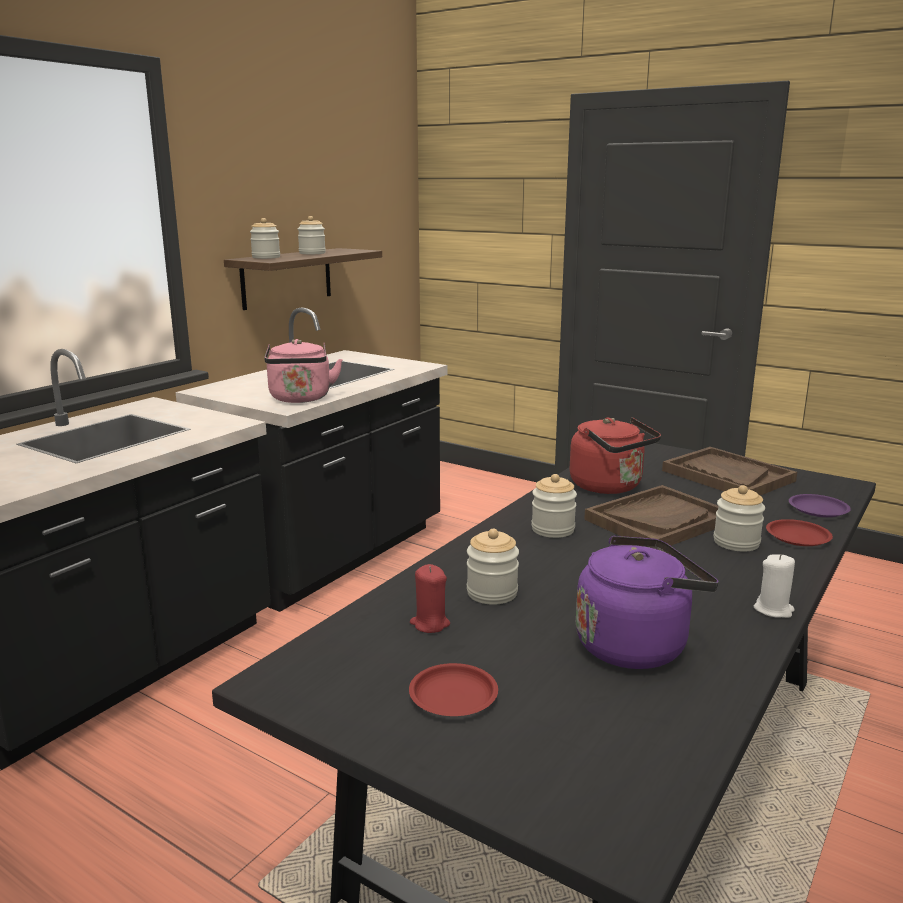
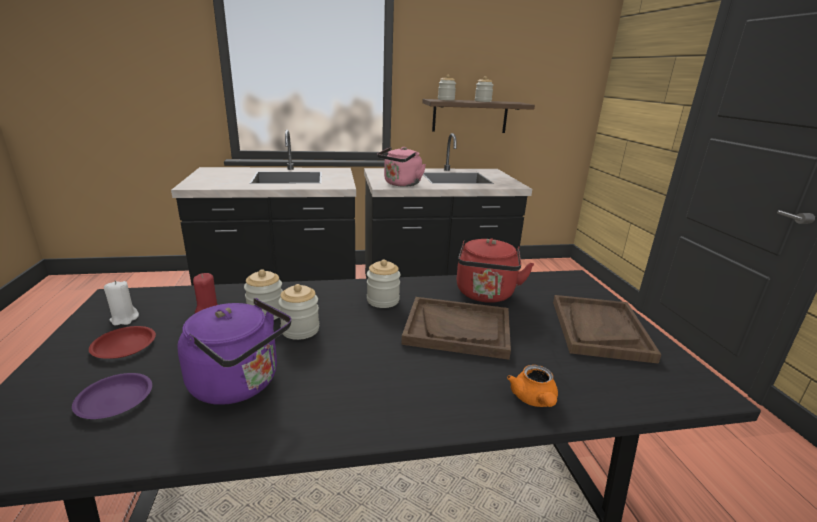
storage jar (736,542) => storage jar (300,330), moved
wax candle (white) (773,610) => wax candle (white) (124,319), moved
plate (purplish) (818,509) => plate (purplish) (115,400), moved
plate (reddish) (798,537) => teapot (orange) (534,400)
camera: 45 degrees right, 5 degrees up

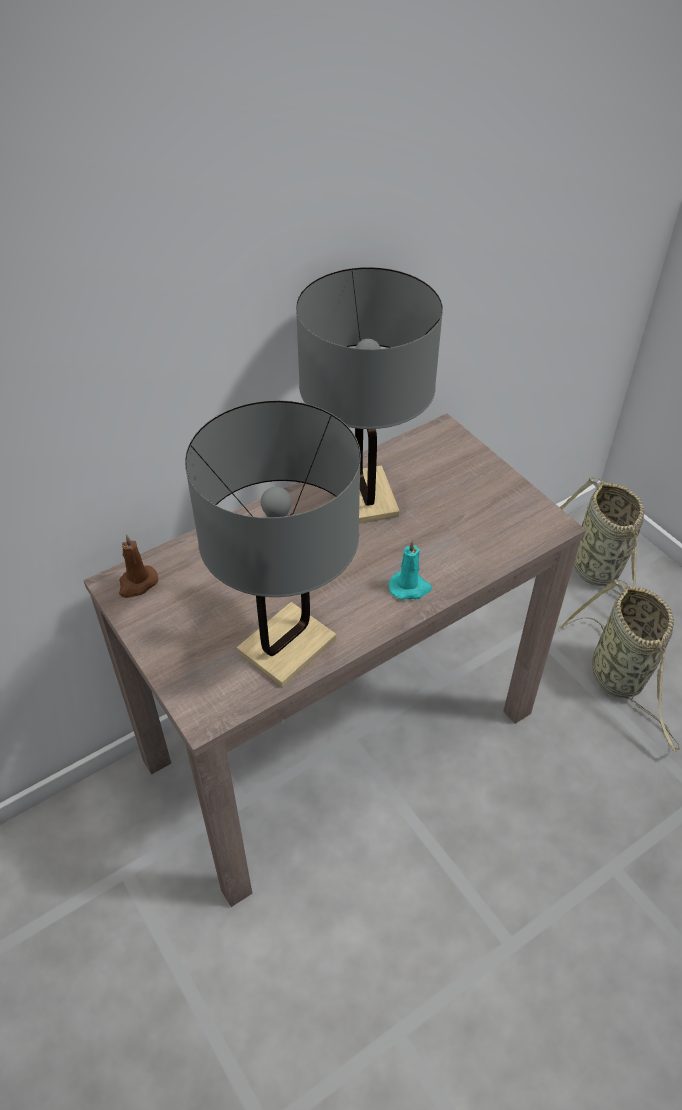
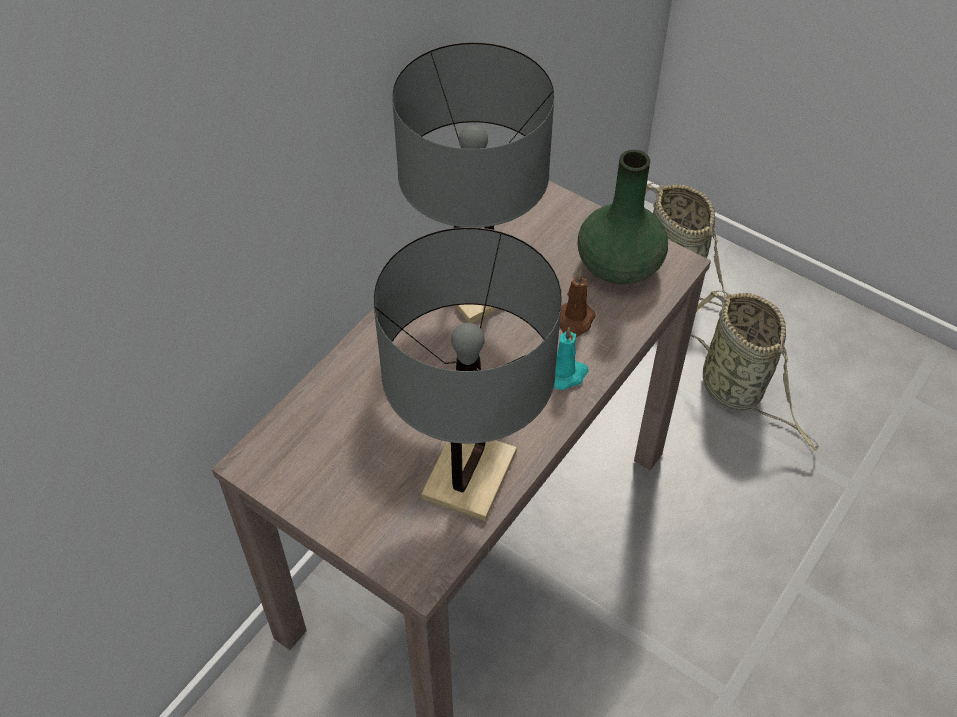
nothing => vase (green-coloured) (618,265)
wax candle (brown) (137,583) => wax candle (brown) (574,321), moved
camera: 20 degrees left, 5 degrees up

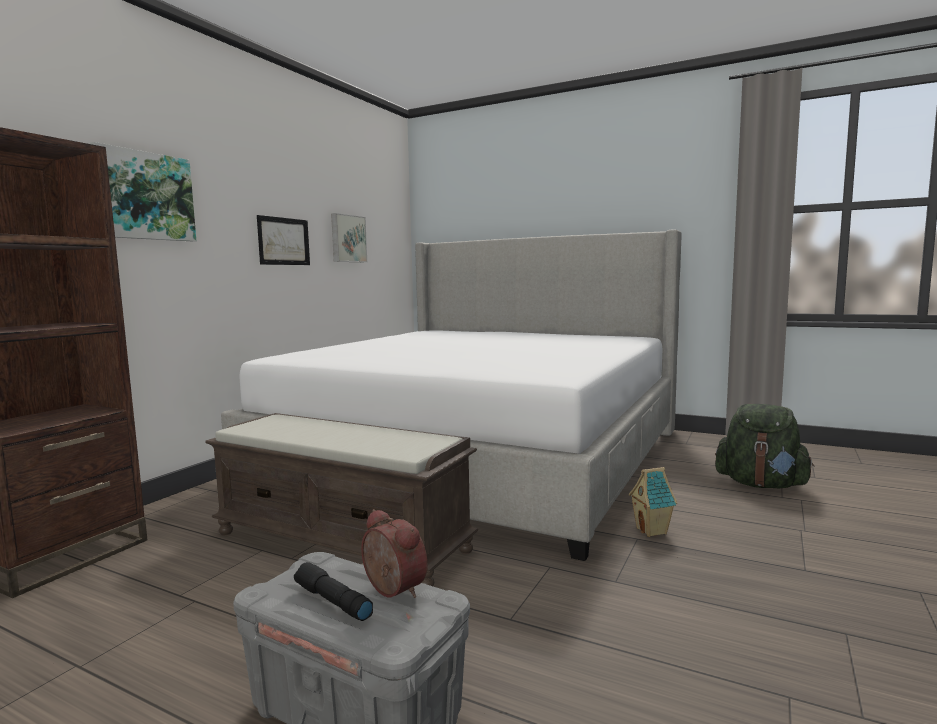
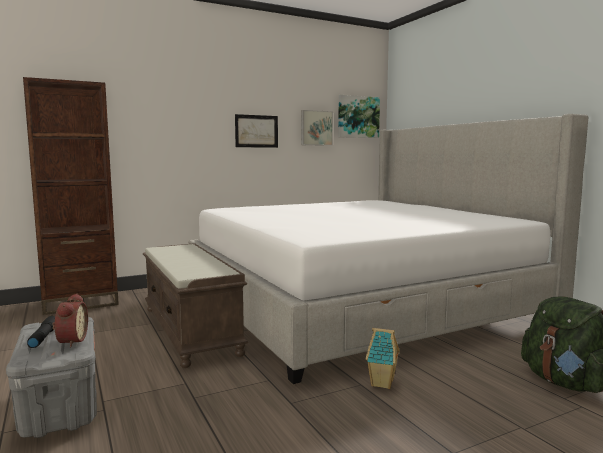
picture (144,196) => picture (358,117), moved
camera: 35 degrees right, 0 degrees up

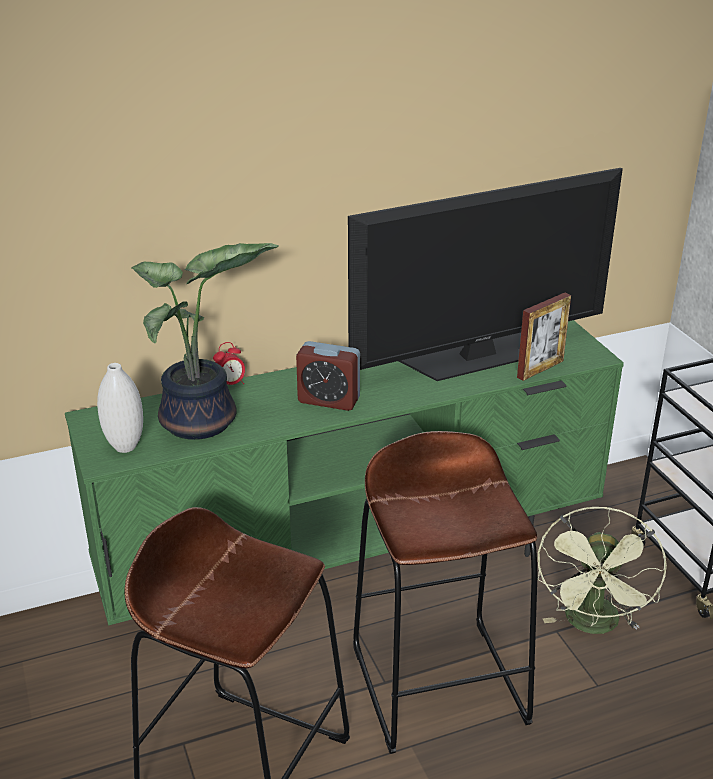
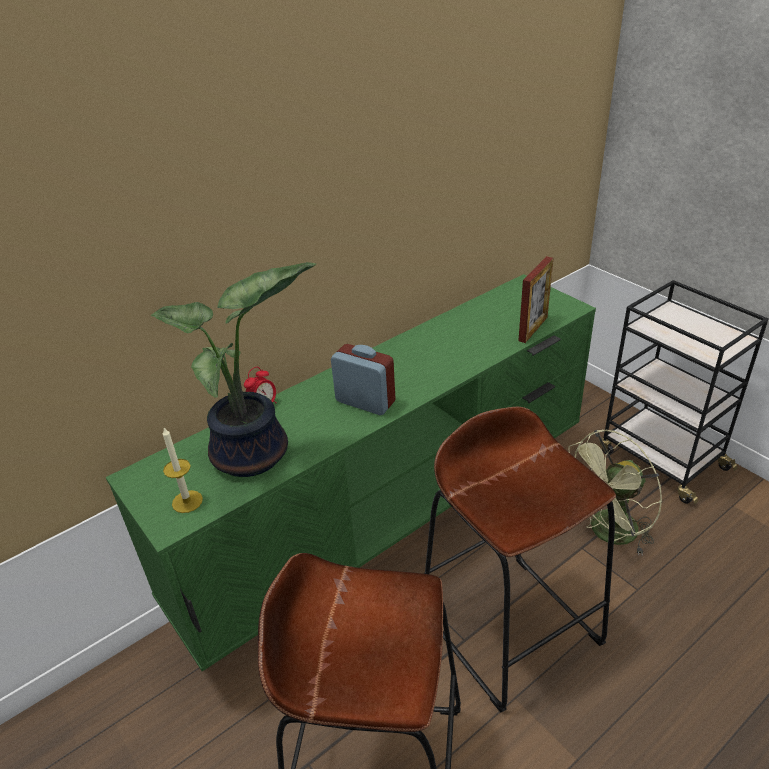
TV set (477,356) => nothing
vase (white) (125,447) => wax candle (187,501)
table clock (328,400) => table clock (365,401), 150 degrees counterclockwise
fan (green-coloured) (593,625) => fan (green-coloured) (607,534), 60 degrees clockwise
camera: 15 degrees left, 5 degrees up

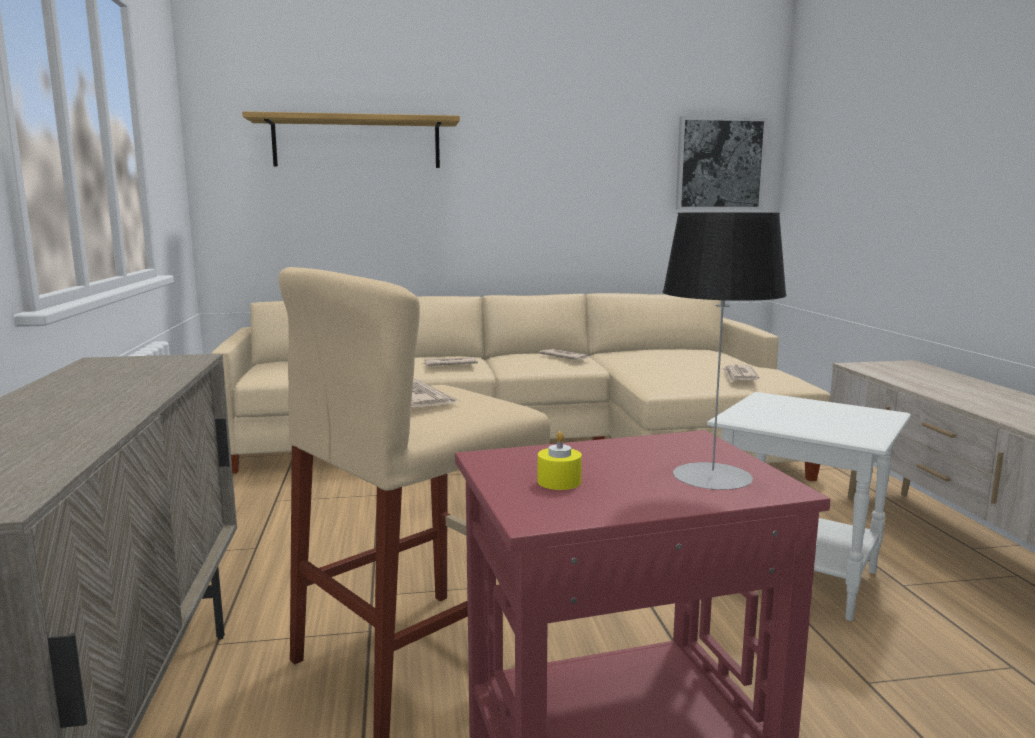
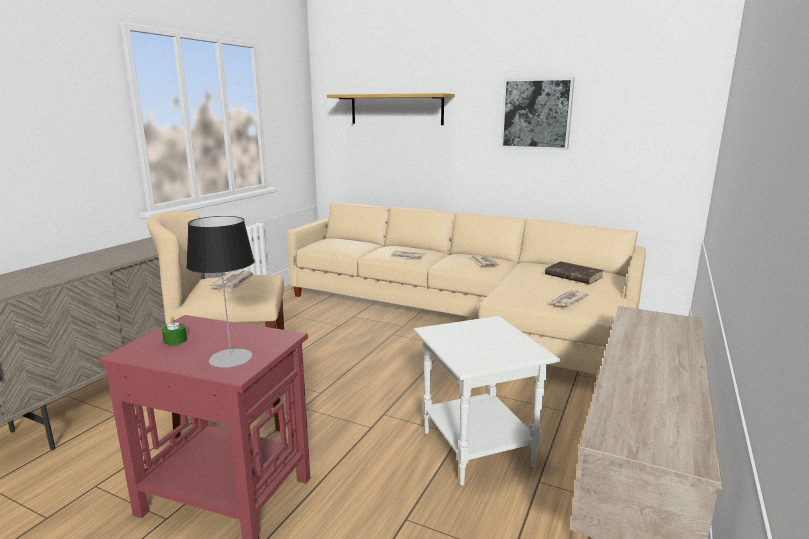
nothing => book (brown) (573,276)
picture (719,164) => picture (536,114), moved
wax candle (yellow) (559,481) => wax candle (green-coloured) (175,340)
camera: 35 degrees right, 5 degrees up

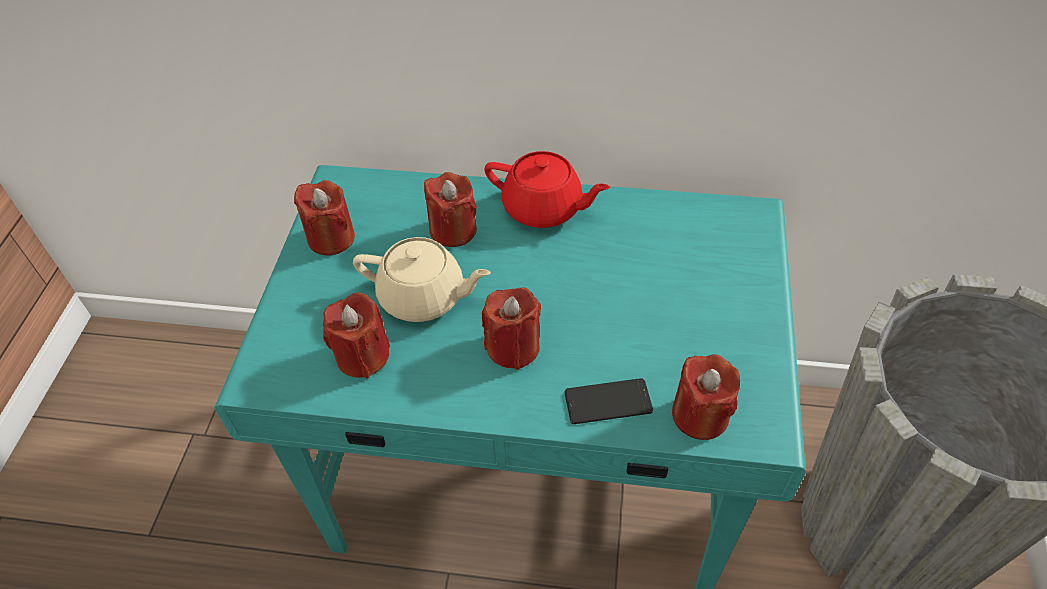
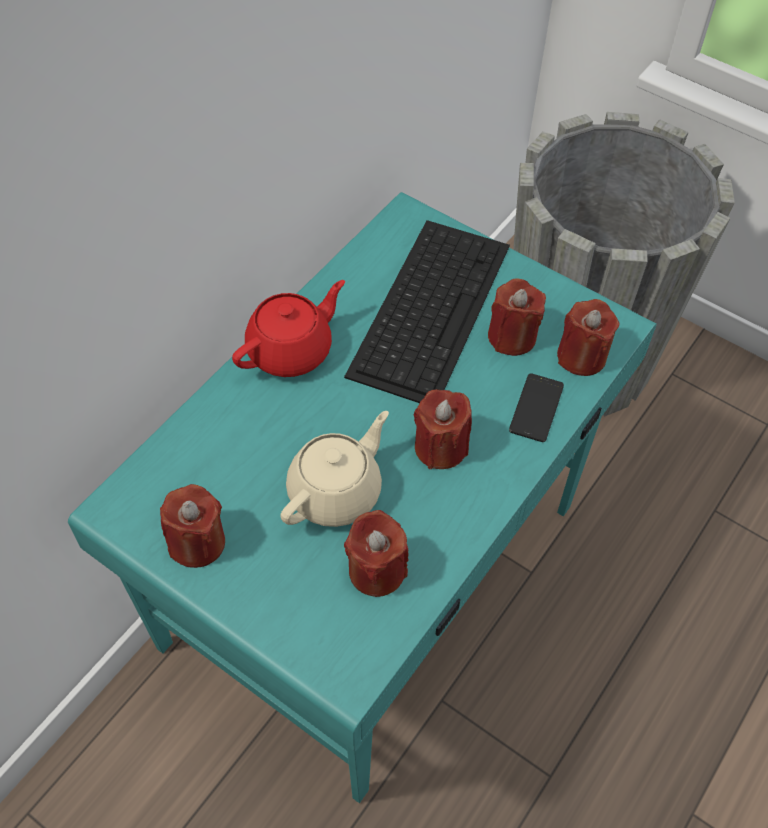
nothing => computer keyboard (430,307)
wax candle (reddish) (453,230) => wax candle (reddish) (512,337), moved
camera: 65 degrees left, 5 degrees up

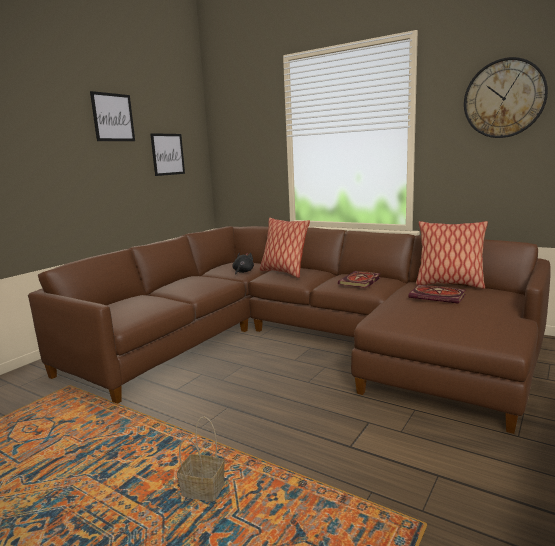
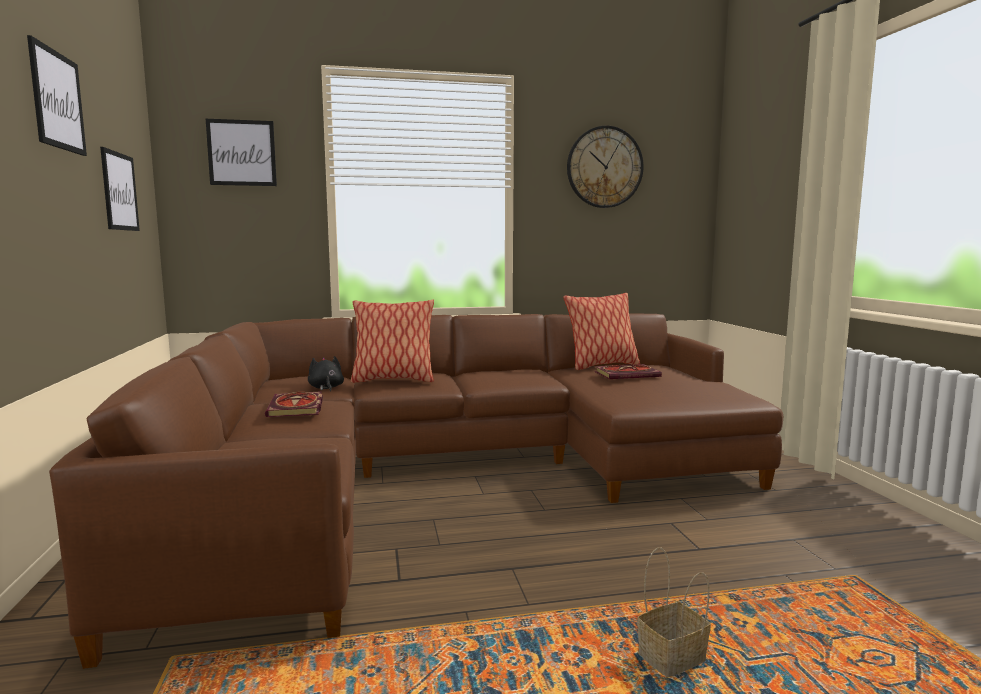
nothing => picture (242,153)
book (360,281) => book (297,408), moved
camera: 45 degrees left, 5 degrees down

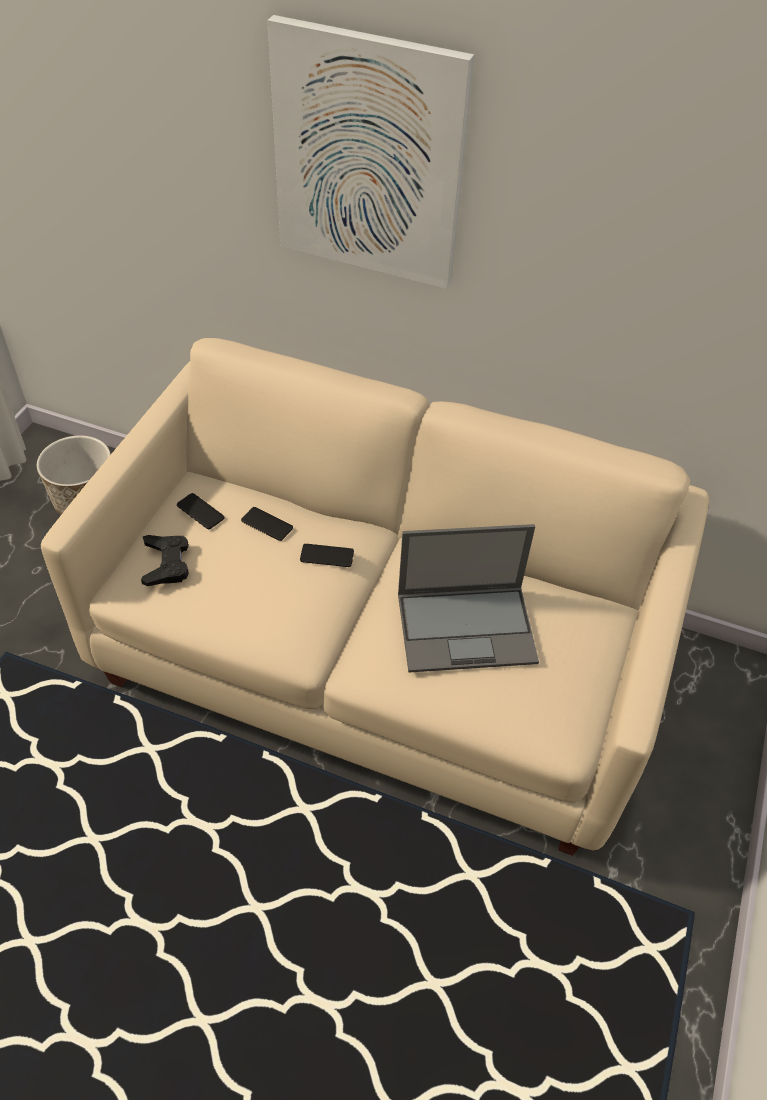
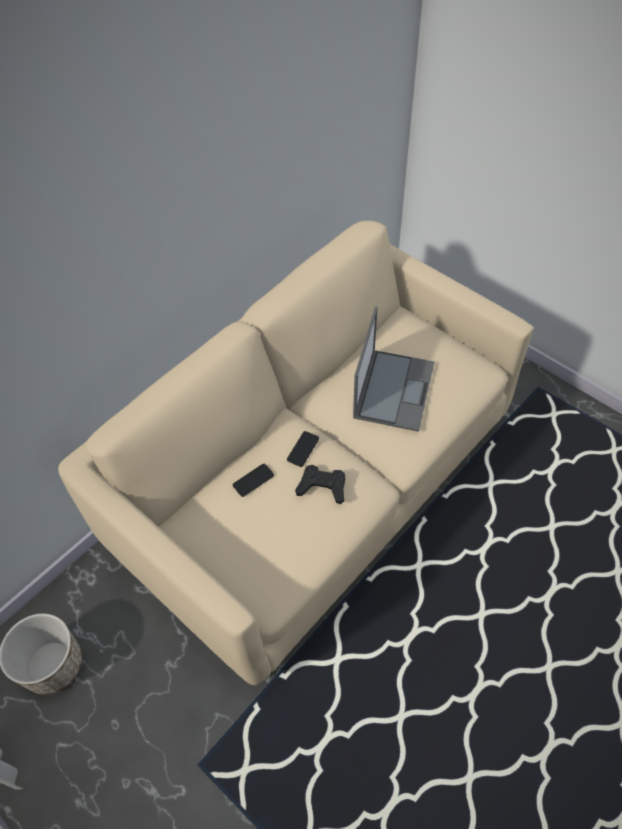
phone (200,511) => nothing
picture (369,158) => nothing
gamepad (blackish) (166,563) => gamepad (blackish) (322,486), moved
camera: 65 degrees left, 5 degrees up

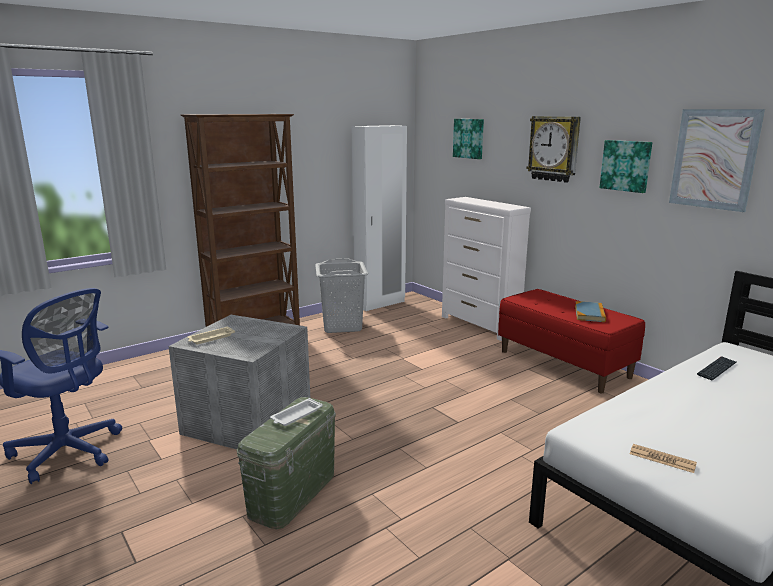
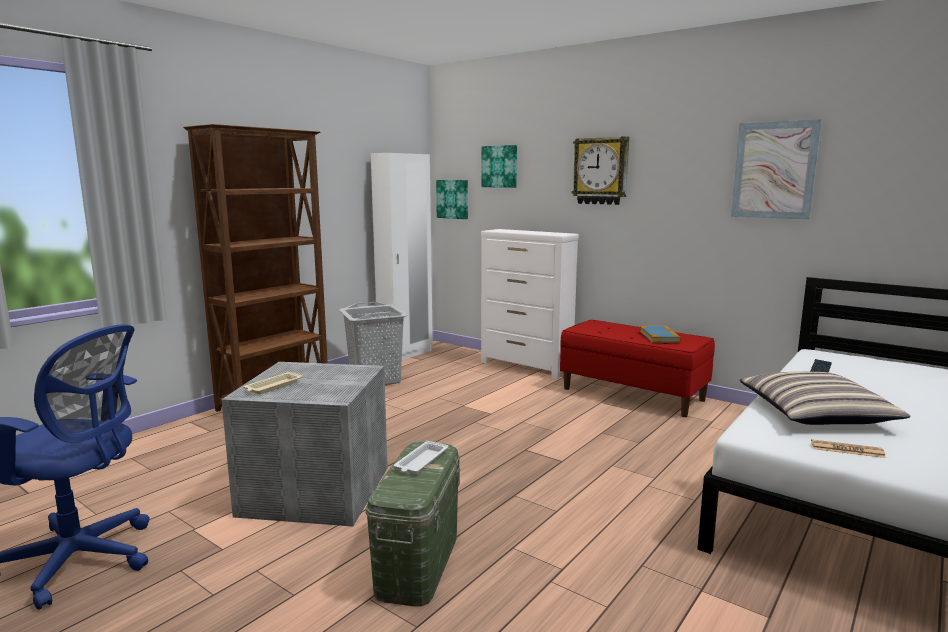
nothing => cushion (815,413)
picture (626,165) => picture (453,199), moved
camera: 15 degrees left, 5 degrees down

